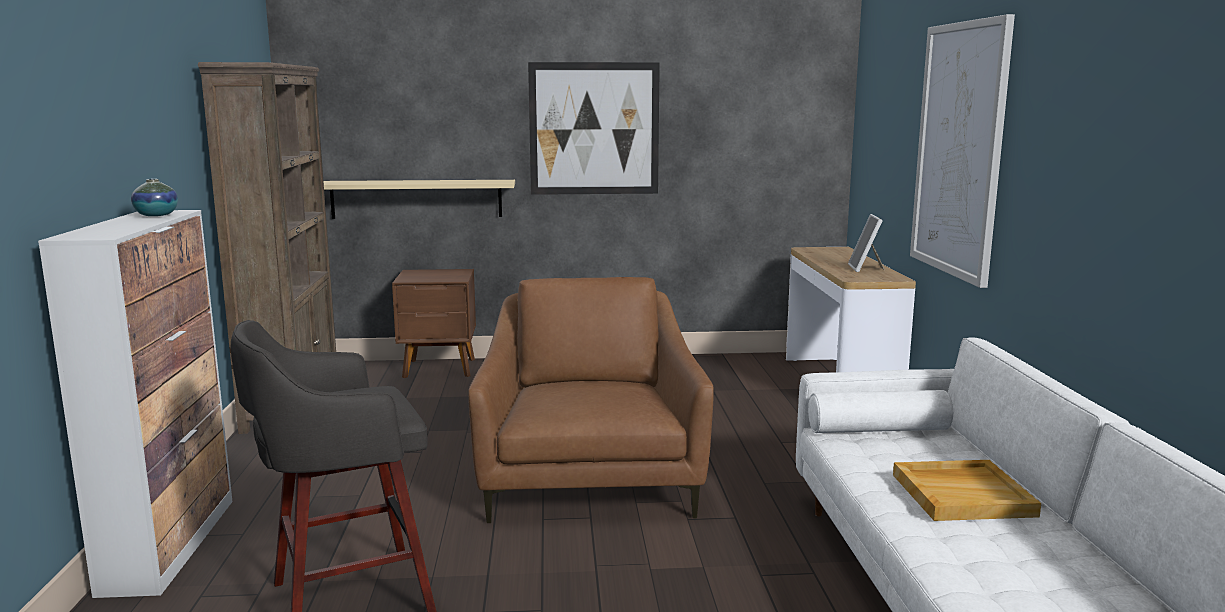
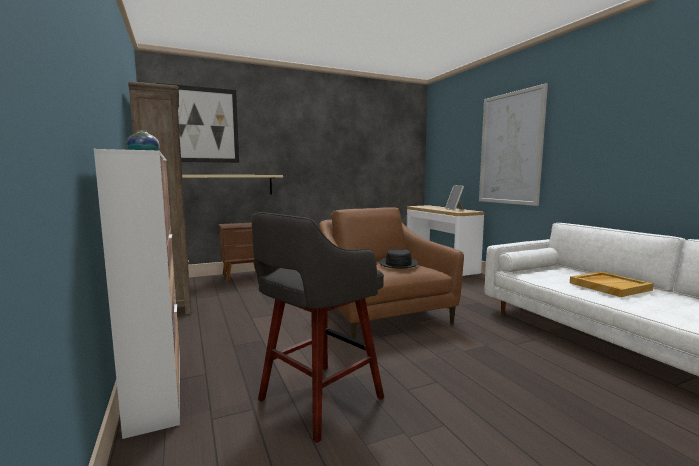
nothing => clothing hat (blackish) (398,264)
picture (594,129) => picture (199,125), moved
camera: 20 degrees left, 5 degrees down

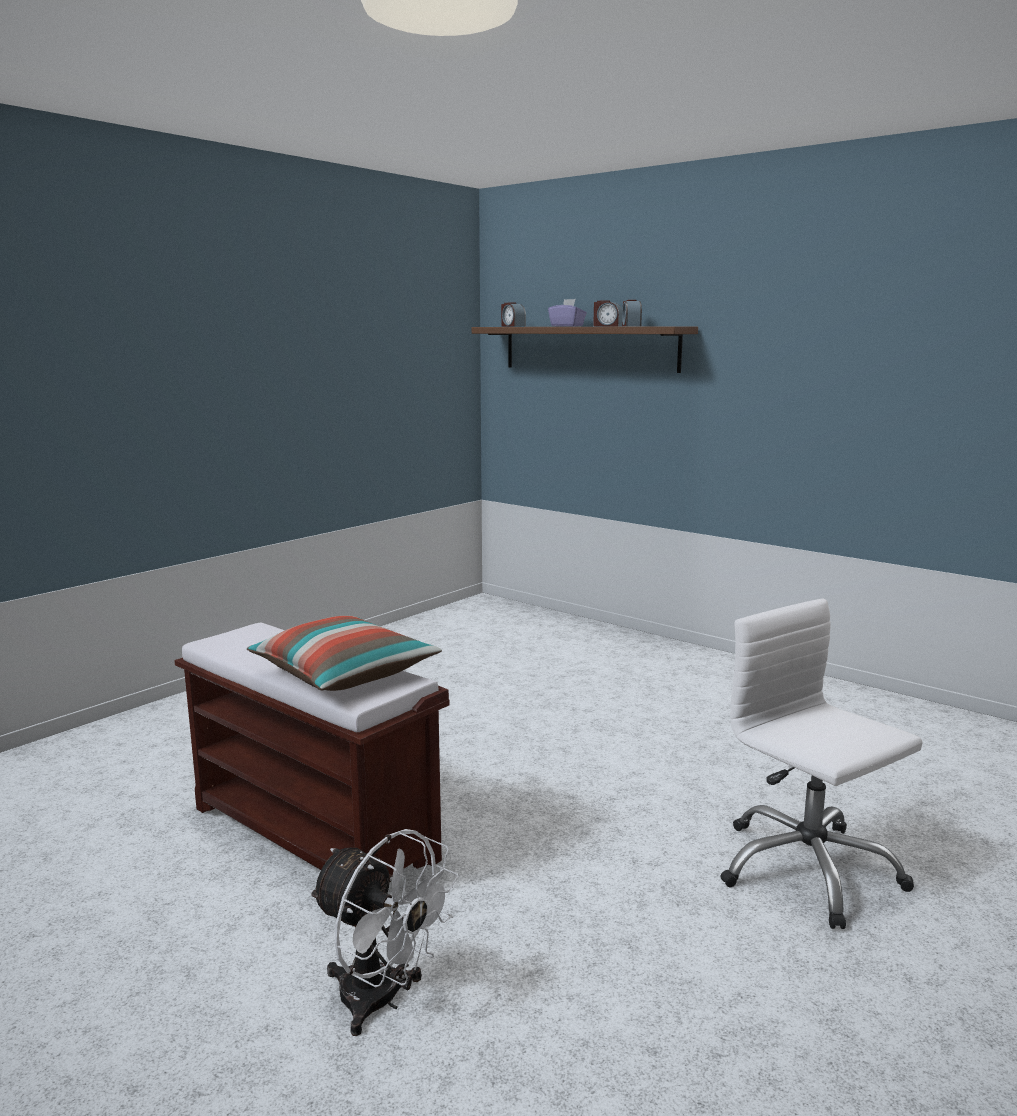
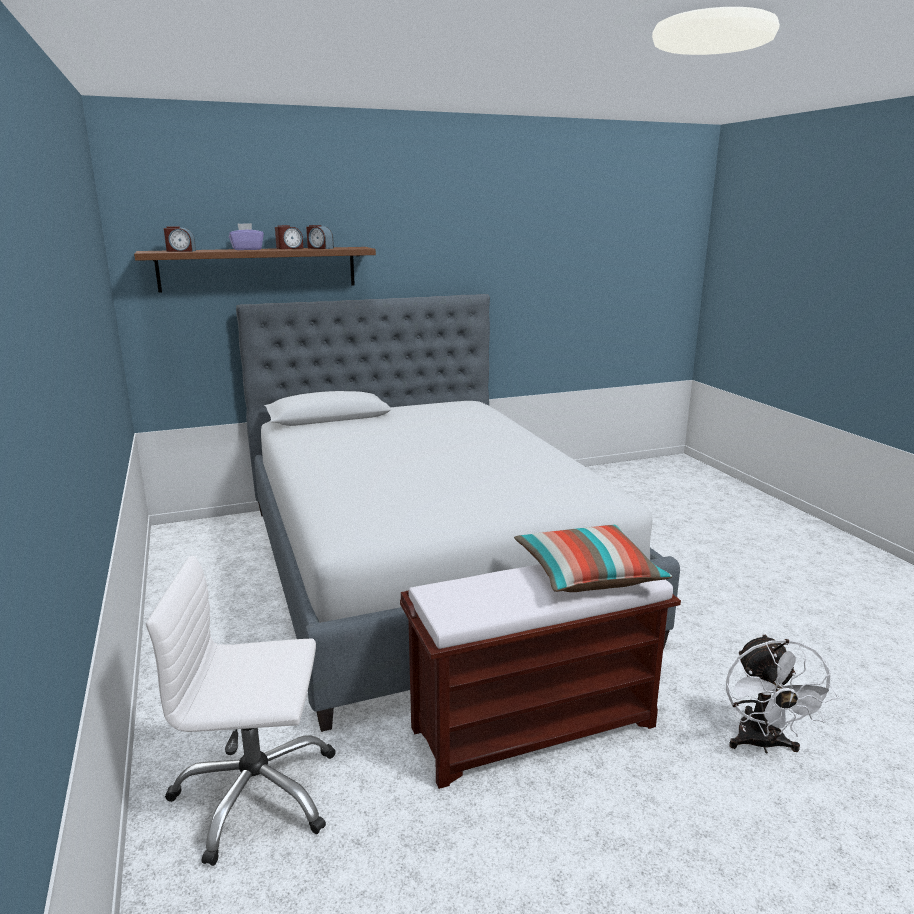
nothing => sleeping bed (426,569)
desk chair (white) (807,869) => desk chair (white) (256,794), moved
fan (white) (382,1001) => fan (white) (762,744), 120 degrees clockwise
camera: 60 degrees left, 5 degrees up

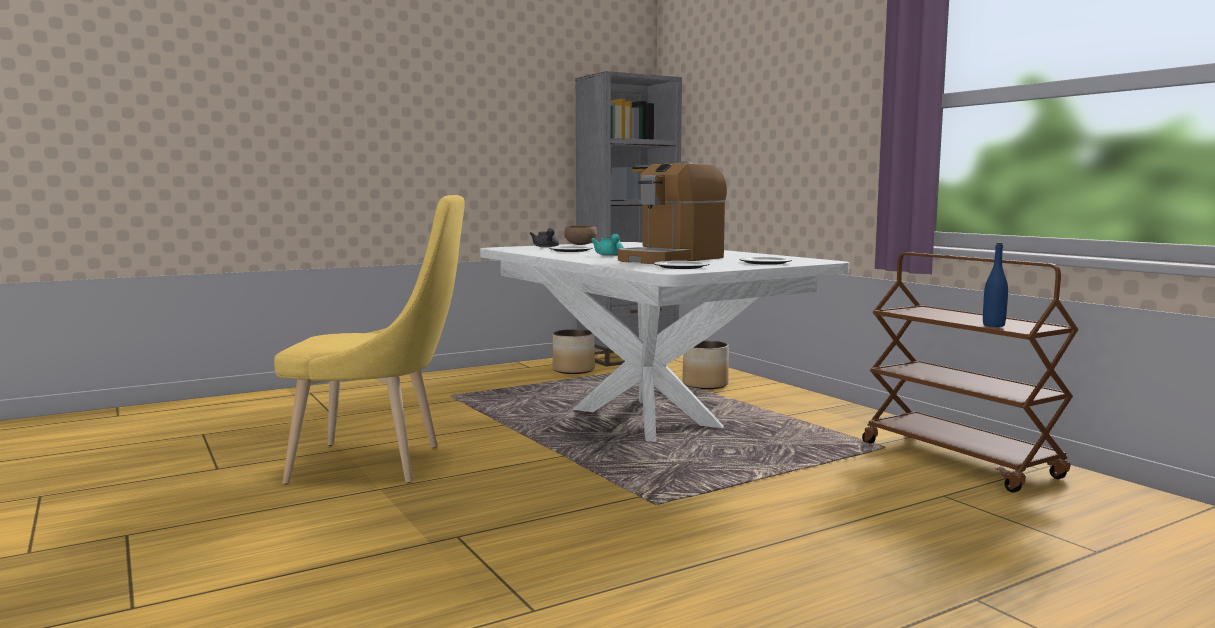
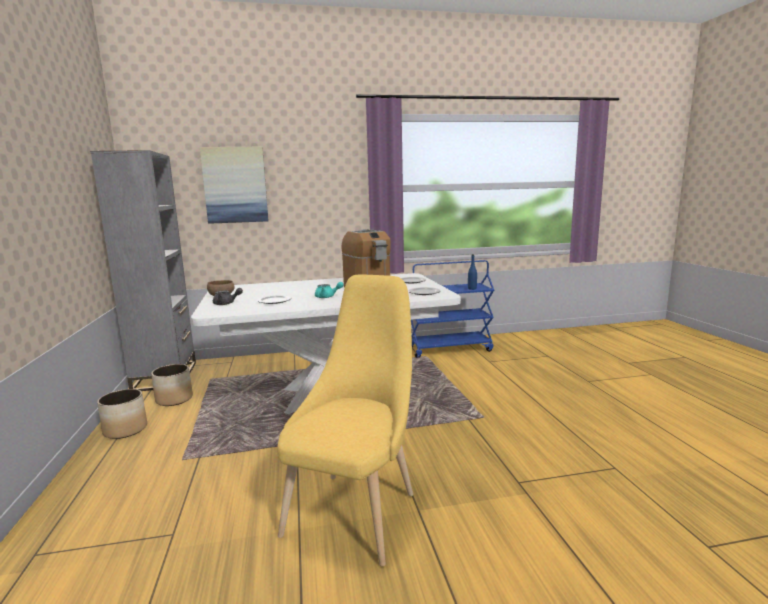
nothing => picture (235,185)
flower pot (705,384) => flower pot (125,430), moved
wheeled cart (brown) (960,460) => wheeled cart (bluish) (450,349)
camera: 70 degrees left, 5 degrees up

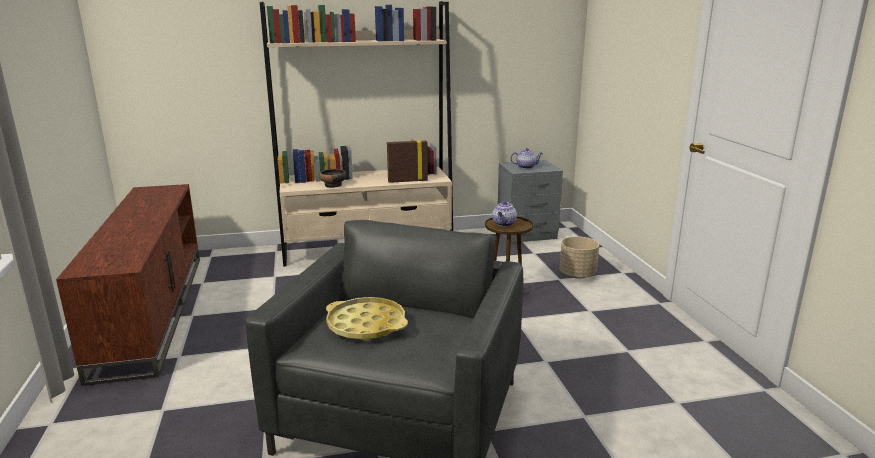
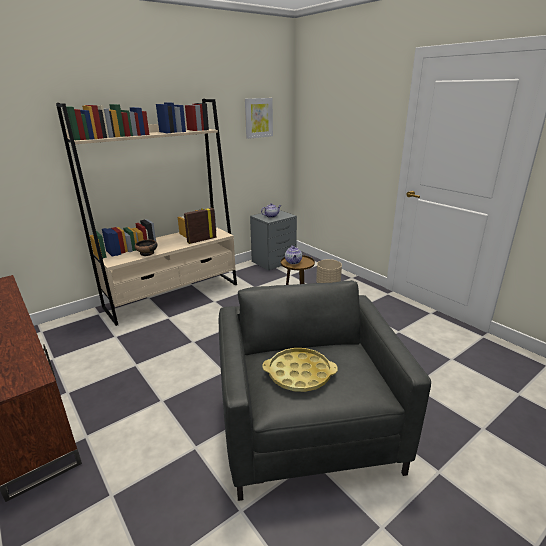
nothing => picture (258,118)
camera: 25 degrees left, 5 degrees up

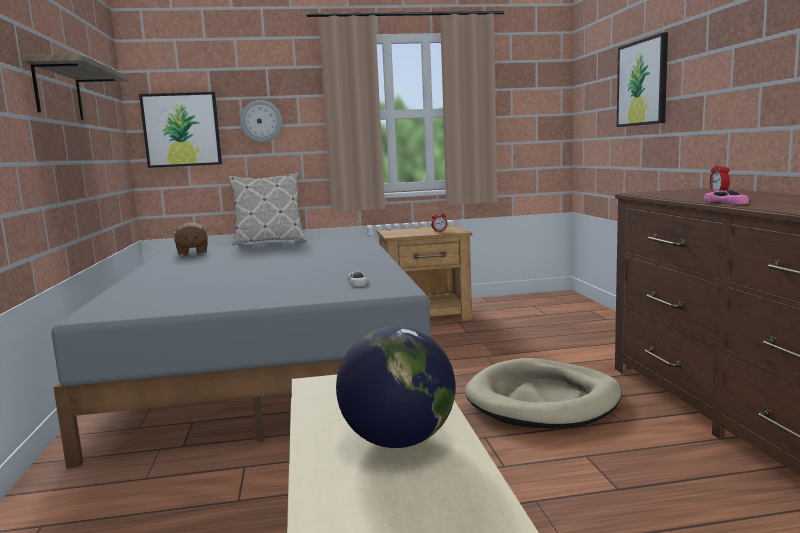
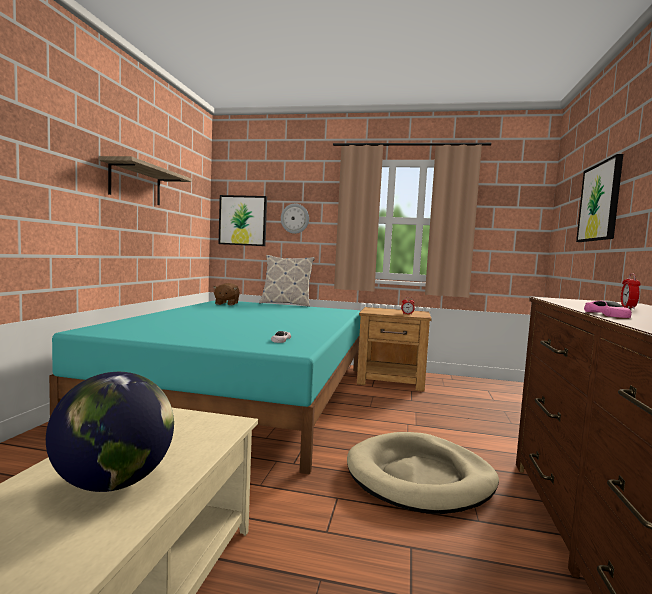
sleeping bed (greyish) (271,366) => sleeping bed (blue-green) (245,394)
camera: 20 degrees right, 5 degrees down

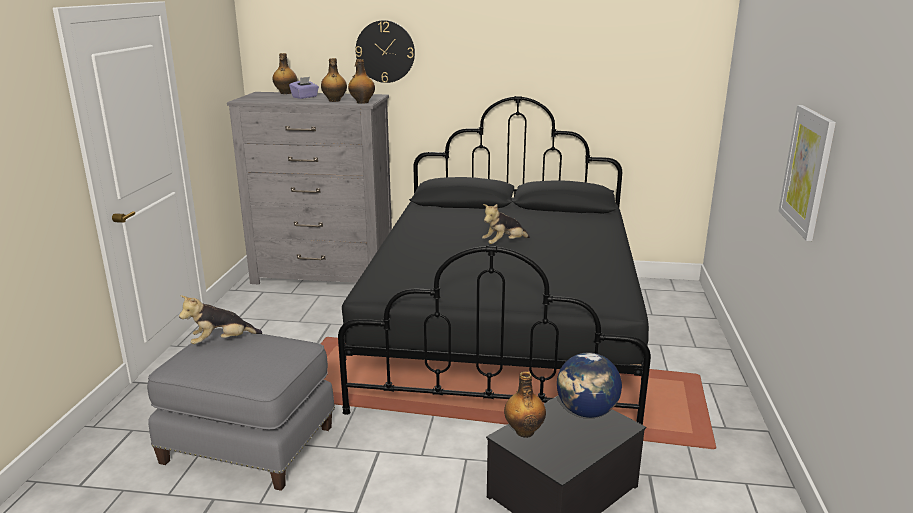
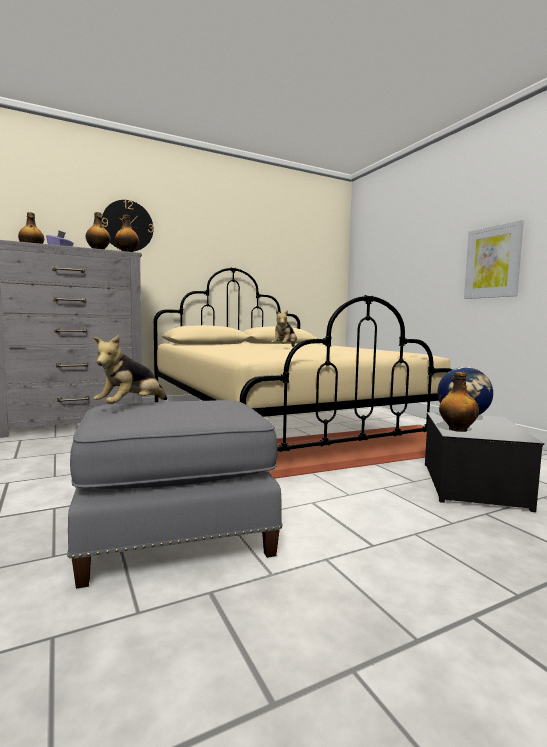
sleeping bed (blackish) (503,334) => sleeping bed (beige) (280,429)
camera: 35 degrees left, 15 degrees down

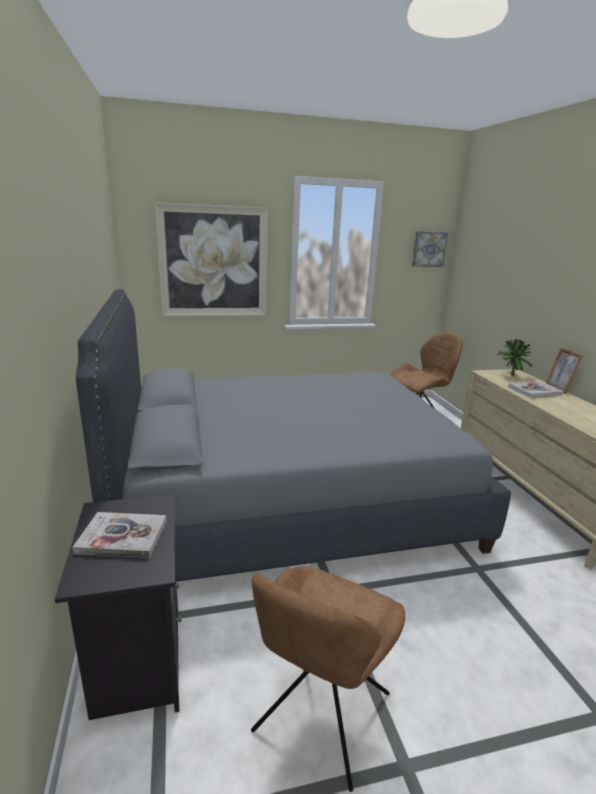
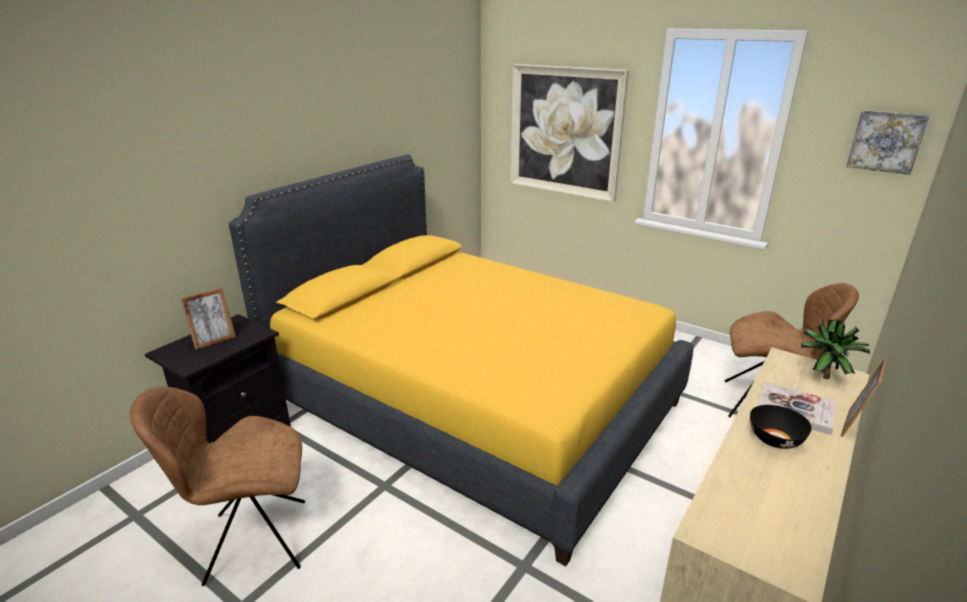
nothing => deep dish (blackish) (774,439)
book (122,536) => standing frame (214,341)
sleeping bed (greyish) (288,500) => sleeping bed (yellow) (473,402)
camera: 50 degrees right, 5 degrees up

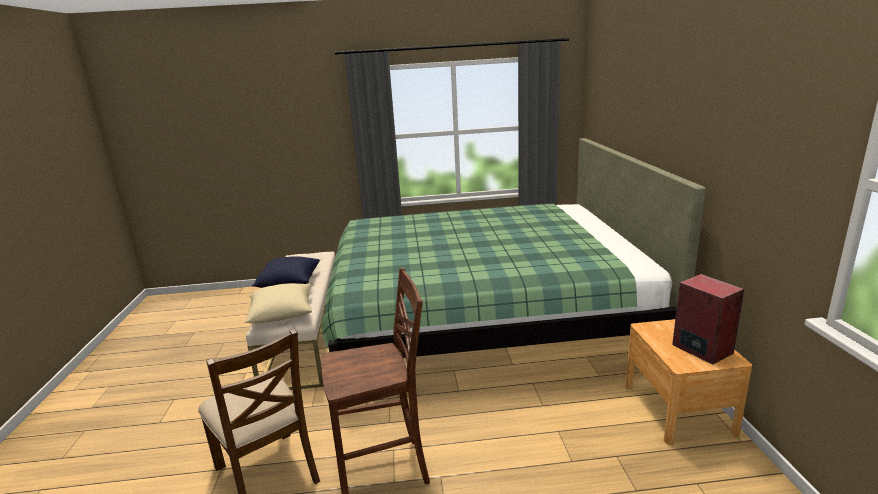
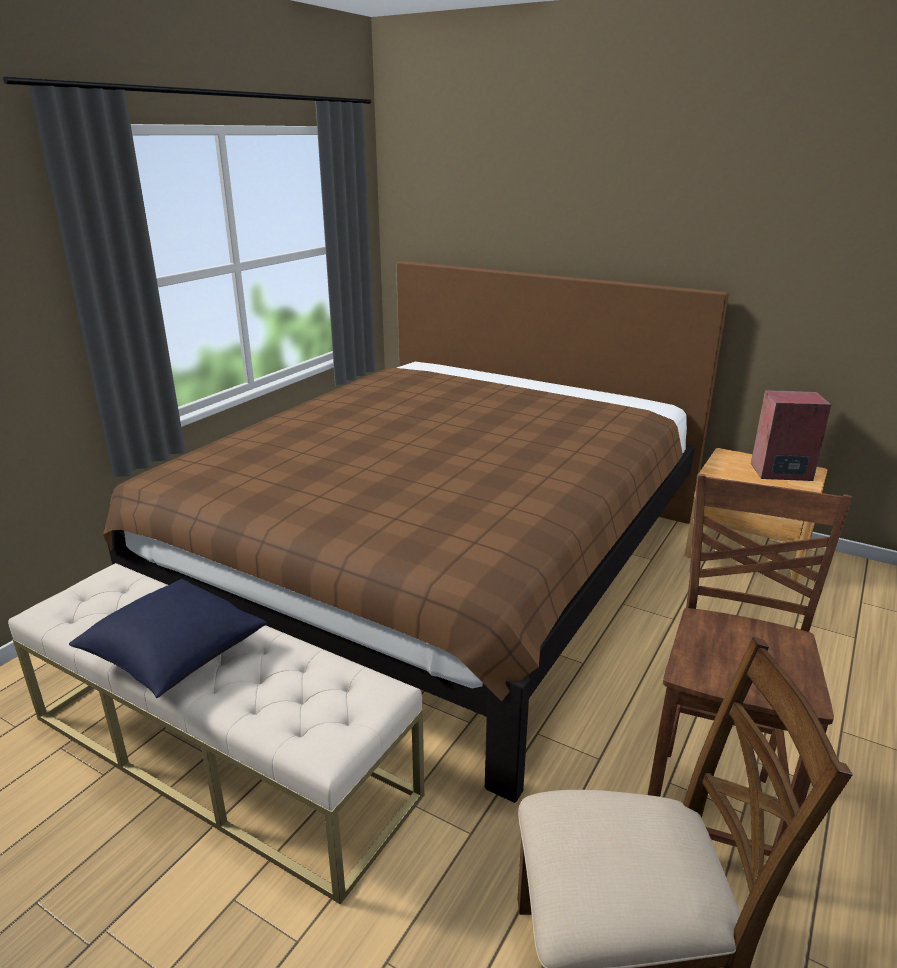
cushion (beige) (281,314) => nothing
sleeping bed (green-coloured) (484,320) => sleeping bed (brown) (438,565)
camera: 55 degrees left, 5 degrees up

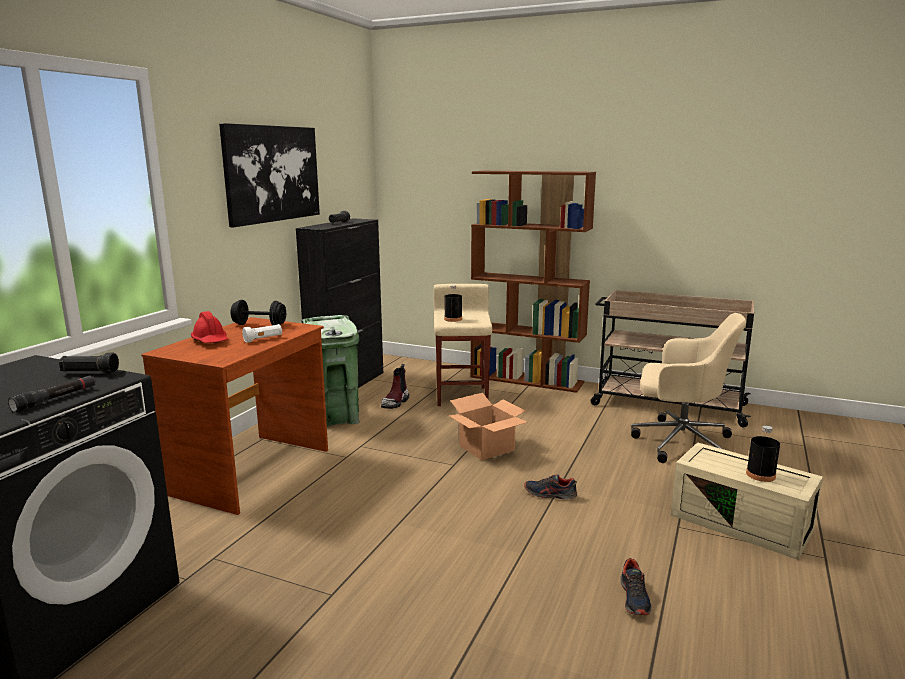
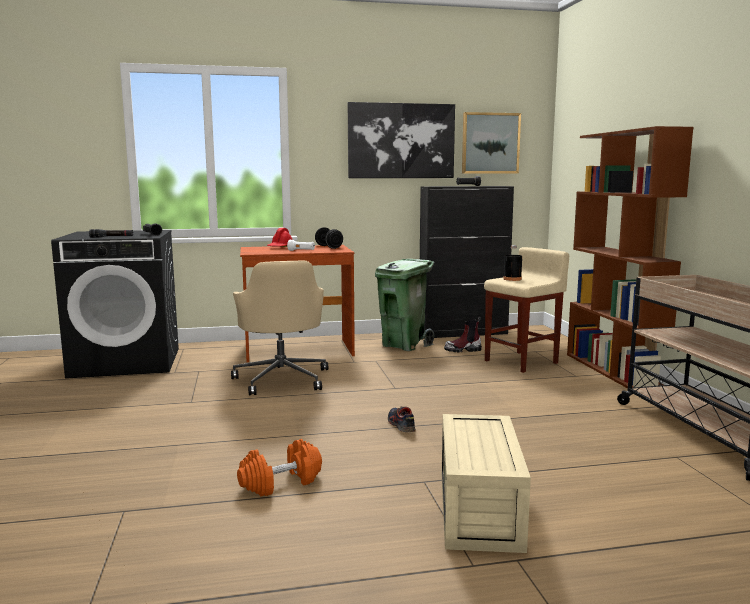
carton (487,447) => nothing
bottle (blackish) (760,475) => nothing
nothing => picture (490,143)
desk chair (beige) (679,442) => desk chair (beige) (282,379), moved
low shoe (634,598) => free weight (orange) (281,483)
camera: 55 degrees right, 5 degrees down

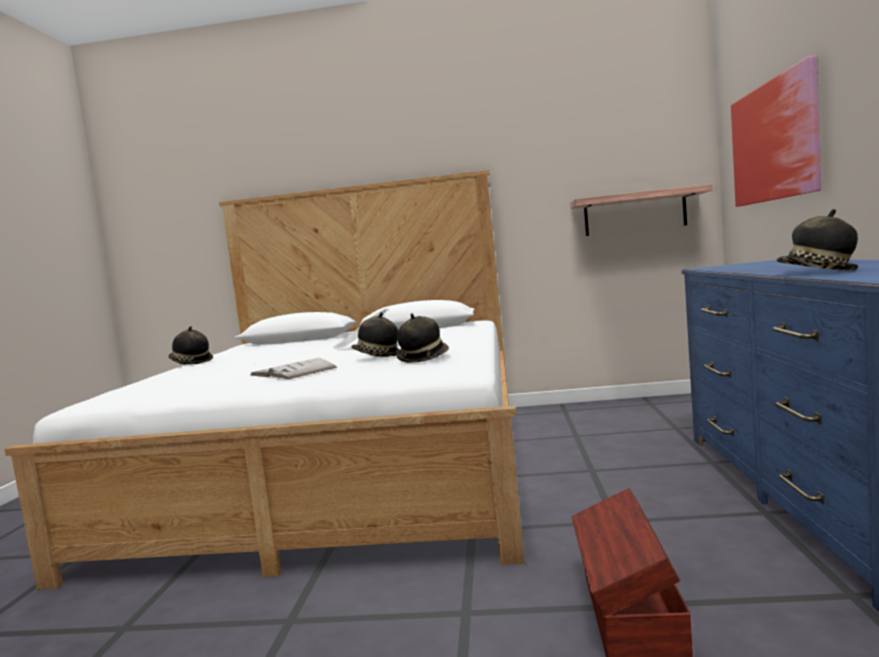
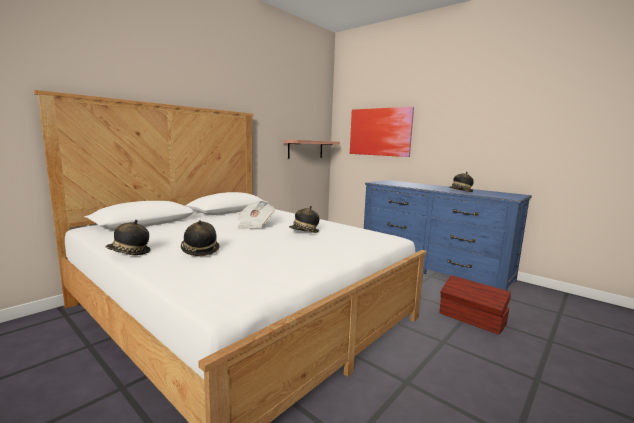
book (white) (293,371) => nothing
clothing hat (423,358) => clothing hat (200,251), moved
camera: 55 degrees left, 5 degrees up

